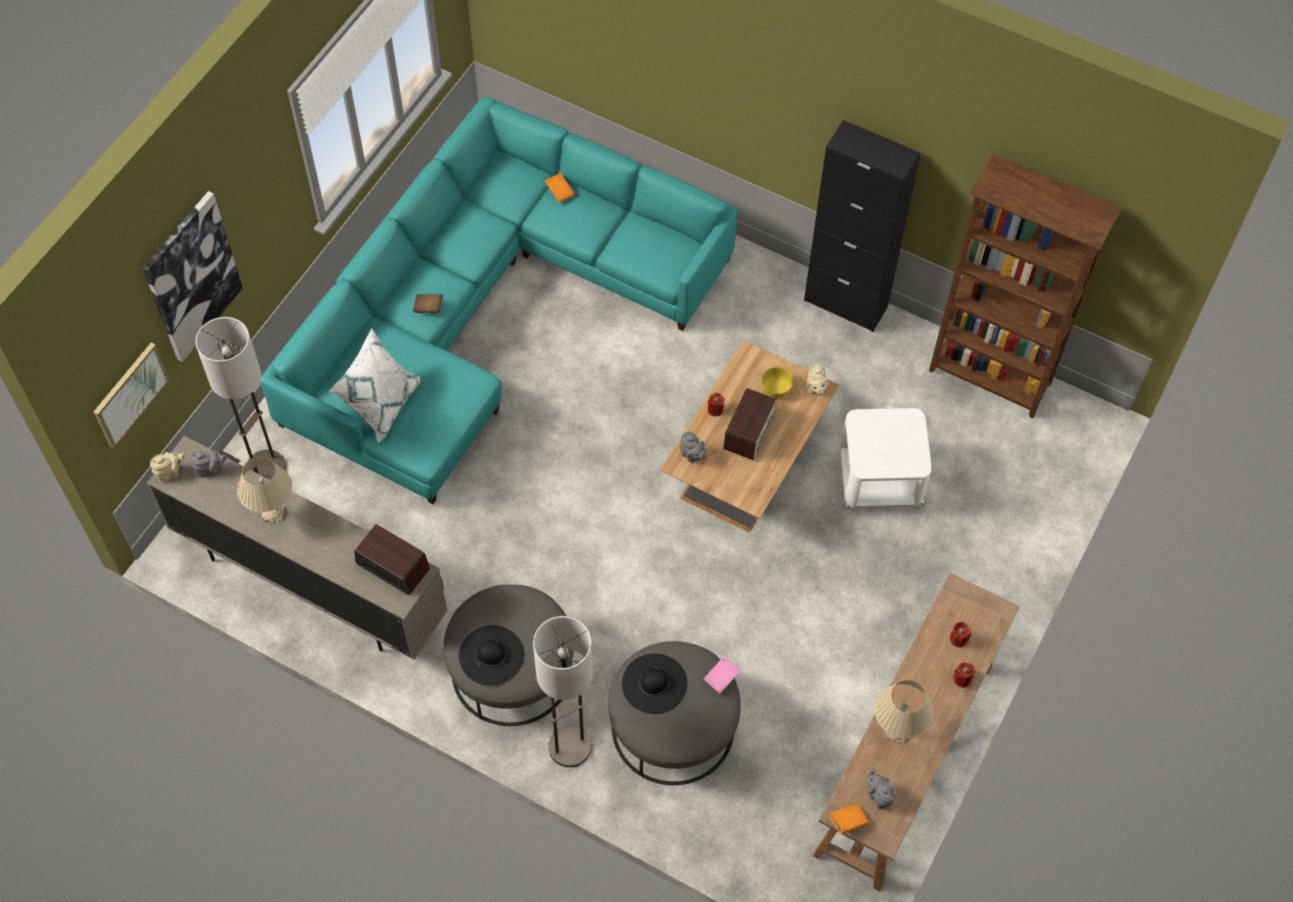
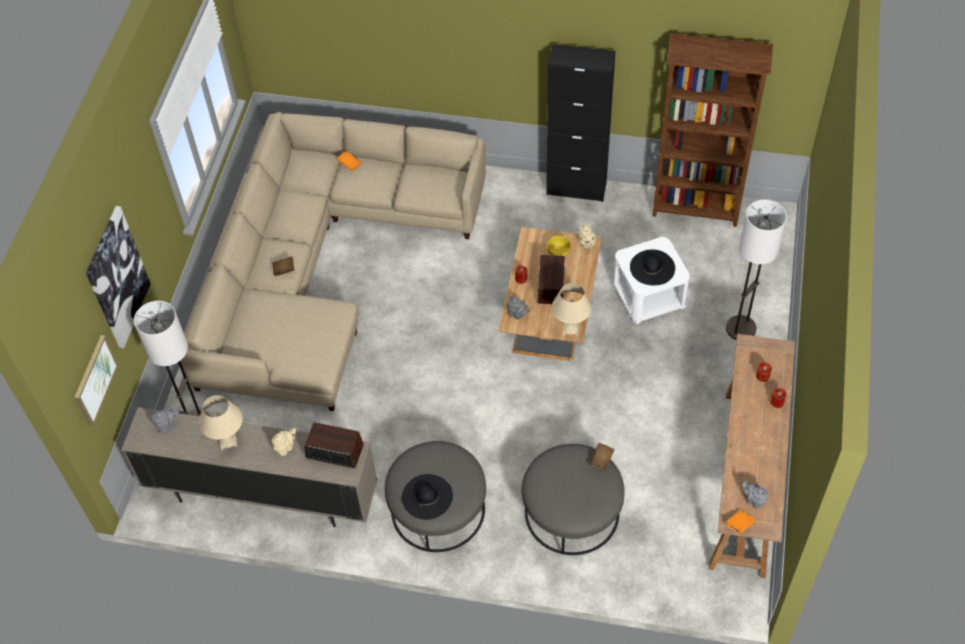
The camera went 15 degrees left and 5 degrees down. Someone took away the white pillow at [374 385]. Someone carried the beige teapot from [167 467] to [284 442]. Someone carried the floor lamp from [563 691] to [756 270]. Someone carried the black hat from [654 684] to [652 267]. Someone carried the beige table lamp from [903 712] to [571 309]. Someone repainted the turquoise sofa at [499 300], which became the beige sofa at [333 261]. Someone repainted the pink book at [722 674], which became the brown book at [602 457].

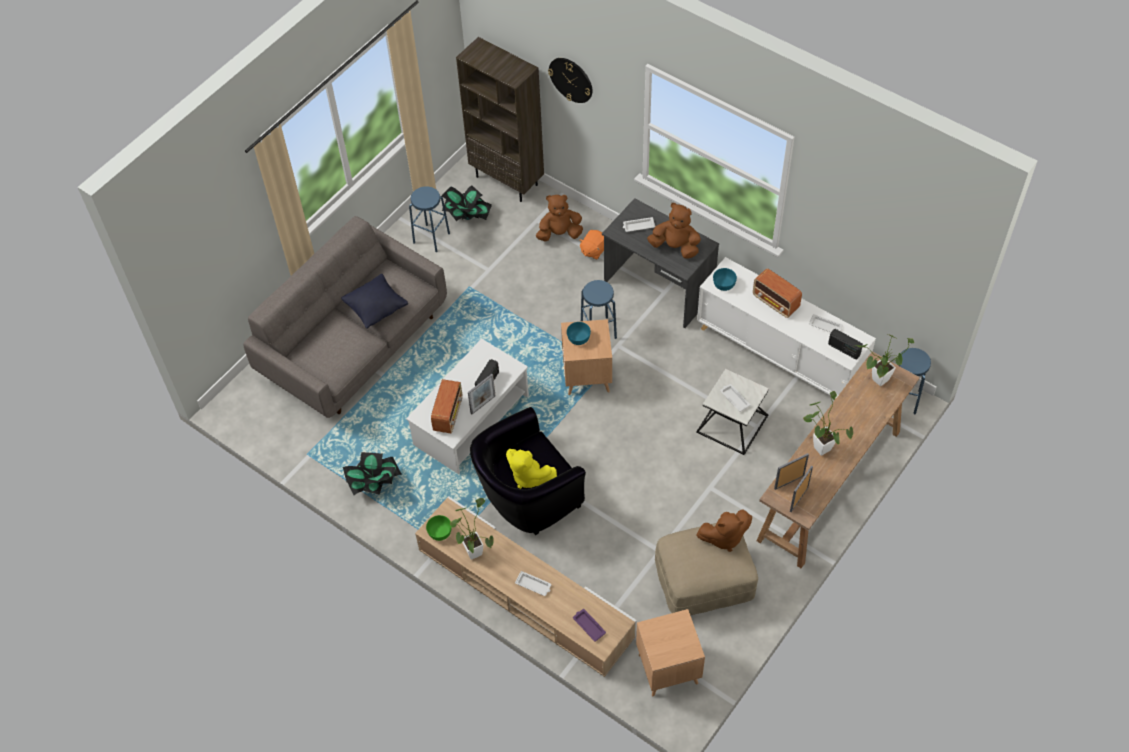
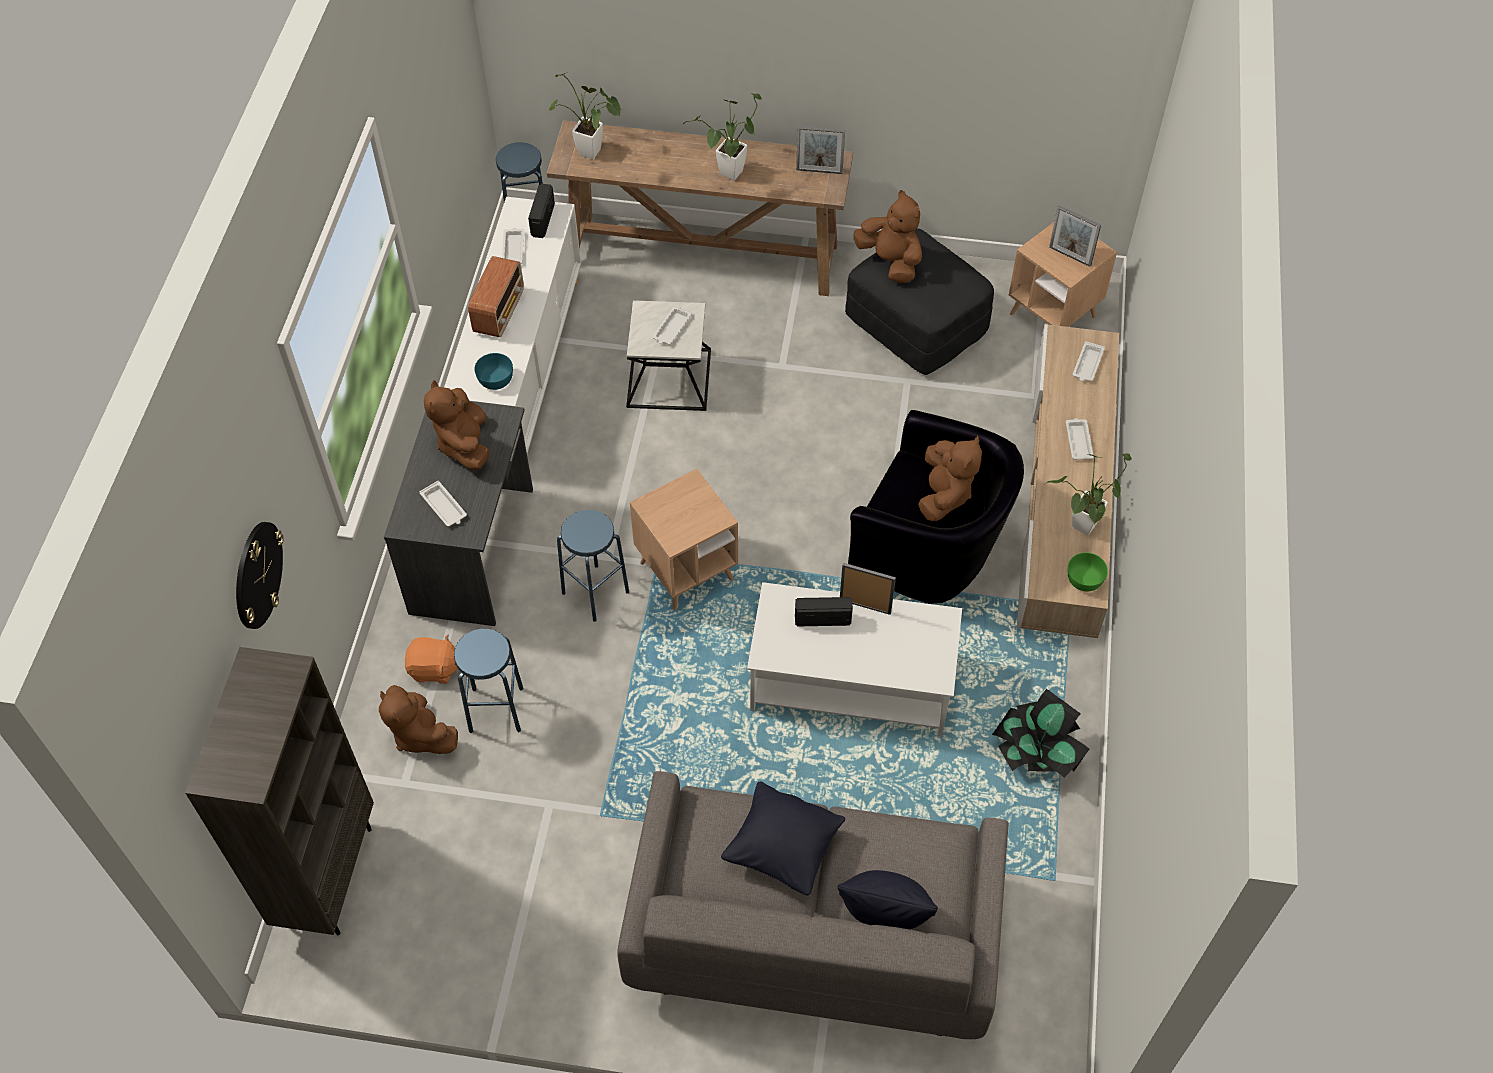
The camera went 120 degrees left and 0 degrees up. Someone took away the radio at [446 406]. Someone took away the potted plant at [467 203]. Someone took away the turquoise bowl at [579 333]. Someone put down the black pillow at [888 900]. Someone carried the blue stool from [429 219] to [488 681]. Someone carried the picture frame from [791 471] to [1075 236]. Someone repainted the yellow plush toy at [531 469], which became the brown plush toy at [950 478]. Someone repainted the purple tray at [589 625], which became the white tray at [1089 361]. Someone repainted the beige ottoman at [706 569], which became the black ottoman at [919 301].

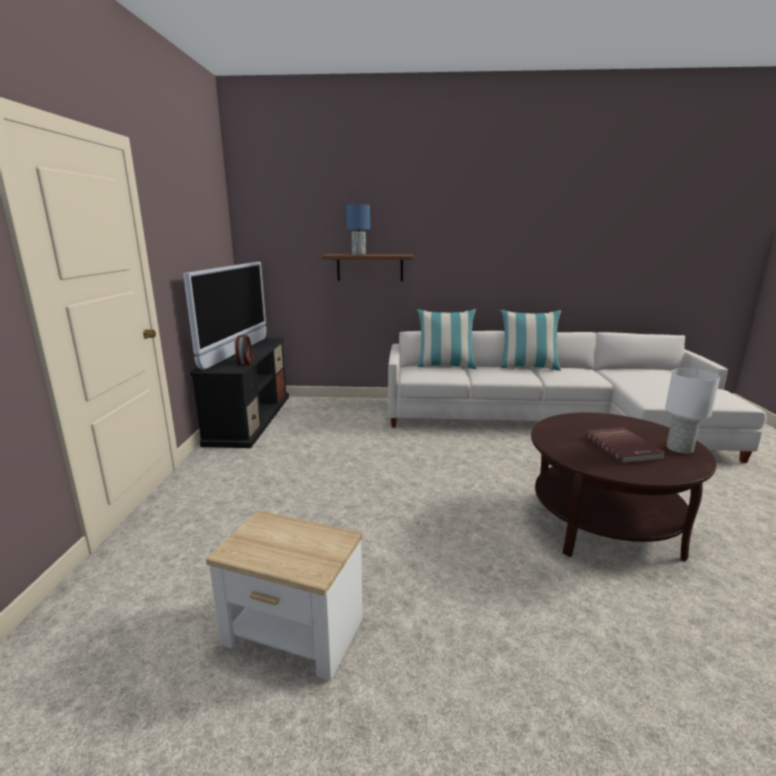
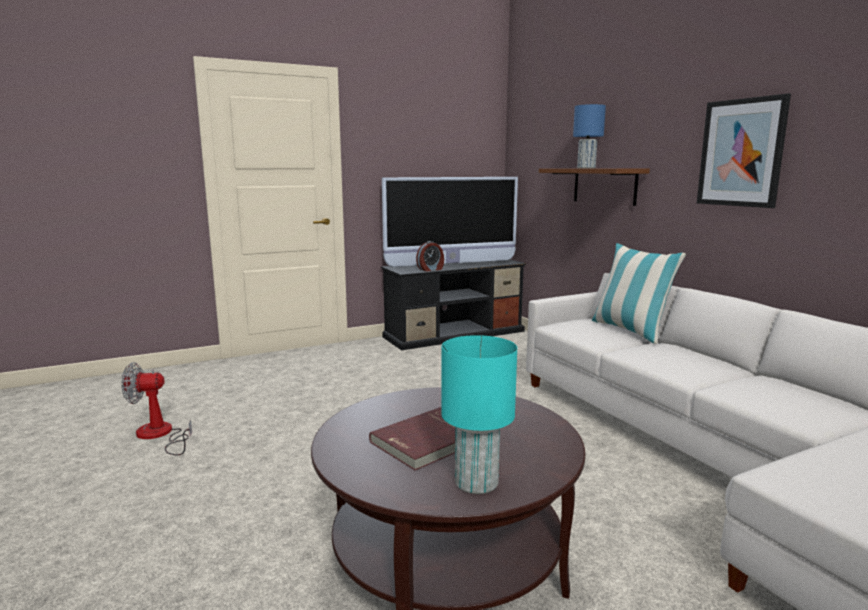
The camera went 60 degrees right and 5 degrees down. Someone took away the pillow at [530 340]. Someone put up the picture at [744 150]. Someone swapped the side table at [284 595] for the fan at [156 408]. Someone repainted the white table lamp at [692 411], which became the turquoise table lamp at [479 414].

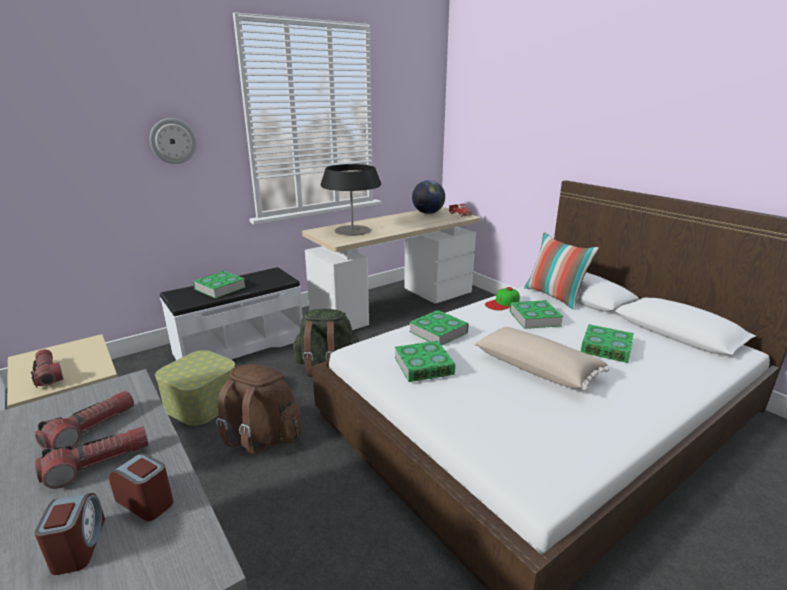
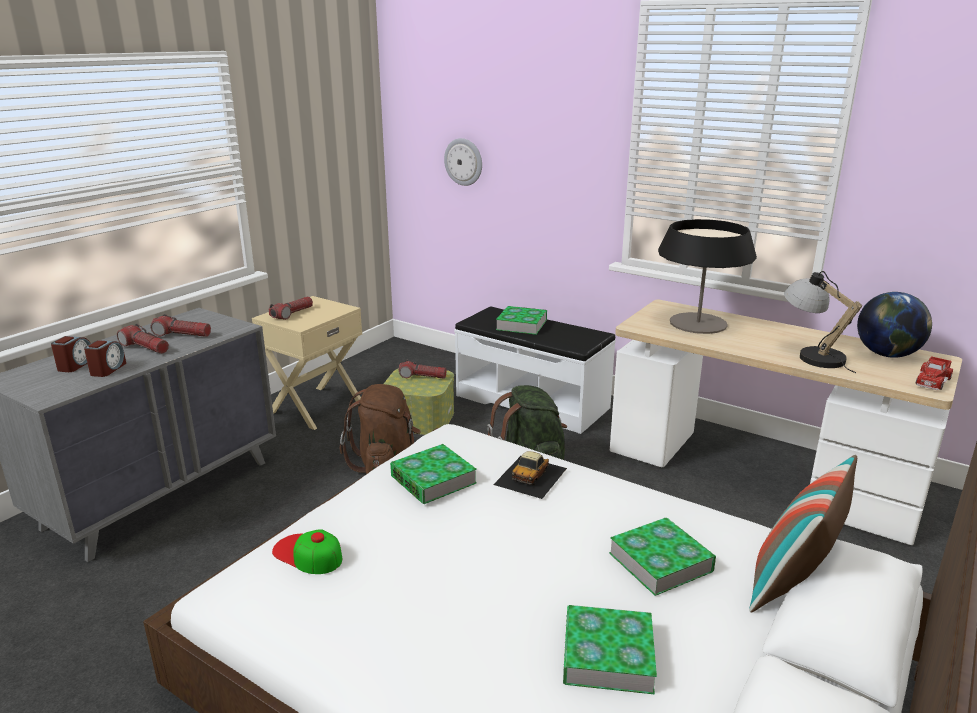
The camera went 70 degrees right and 0 degrees up. Someone took away the beige pillow at [541 359]. Someone put down the flashlight at [423 369]. Someone put down the table lamp at [823 322]. Someone carried the wall clock from [173 141] to [463 162]. Someone carried the cap from [502 299] to [307 551]. Someone swapped the book at [439 328] for the toy car at [530 475]. Someone rotated the alarm clock at [69 534] by 45 degrees counterclockwise.

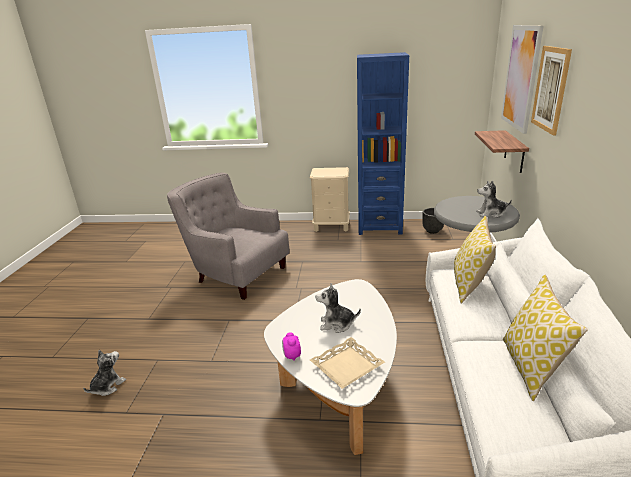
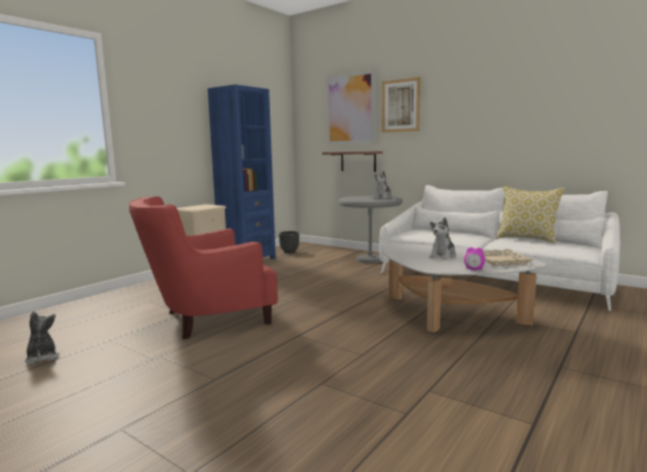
The camera went 60 degrees left and 15 degrees down. Someone took away the pillow at [475 260]. Someone carried the plush toy from [104 373] to [42 337]. Someone repainted the grey armchair at [228 236], which became the red armchair at [203 267].

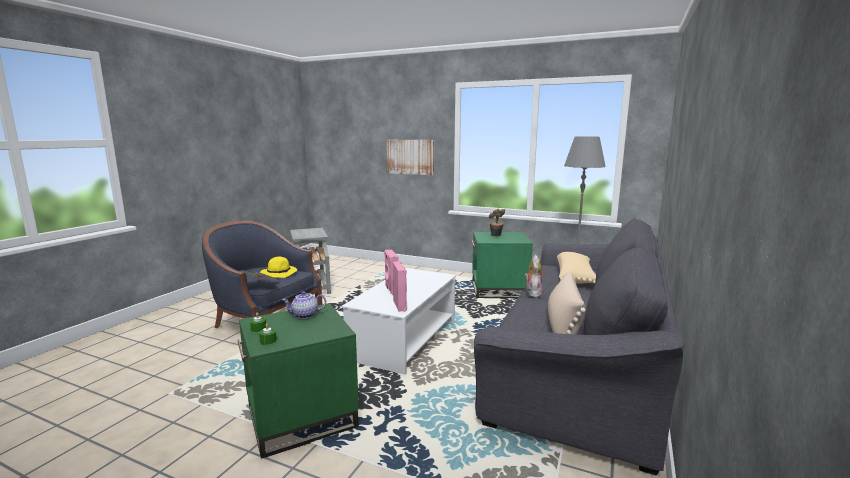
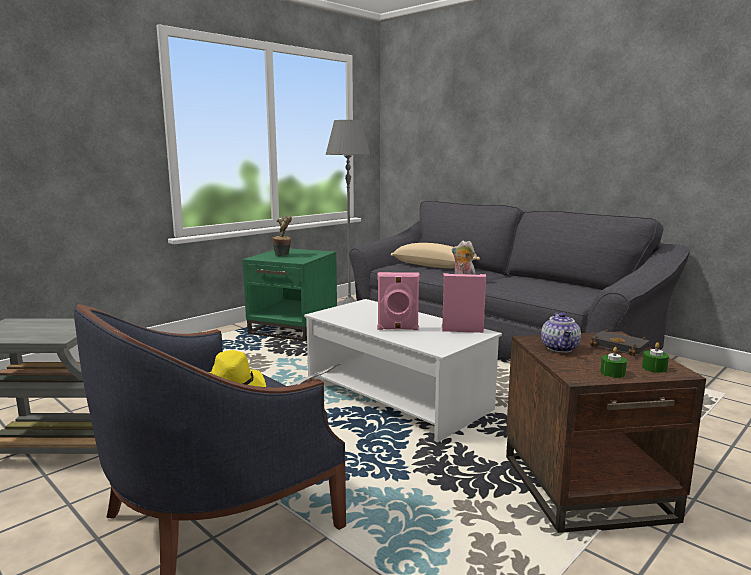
The camera went 70 degrees left and 0 degrees up. Someone took away the picture at [410 157]. Someone took away the beige pillow at [567 303]. Someone put down the black book at [620 342]. Someone repainted the green side table at [298 381], which became the brown side table at [606 432].

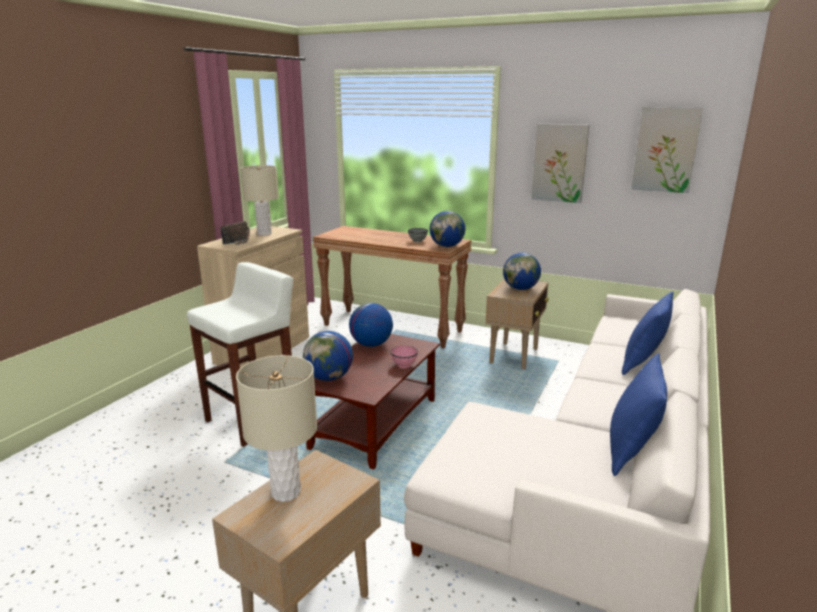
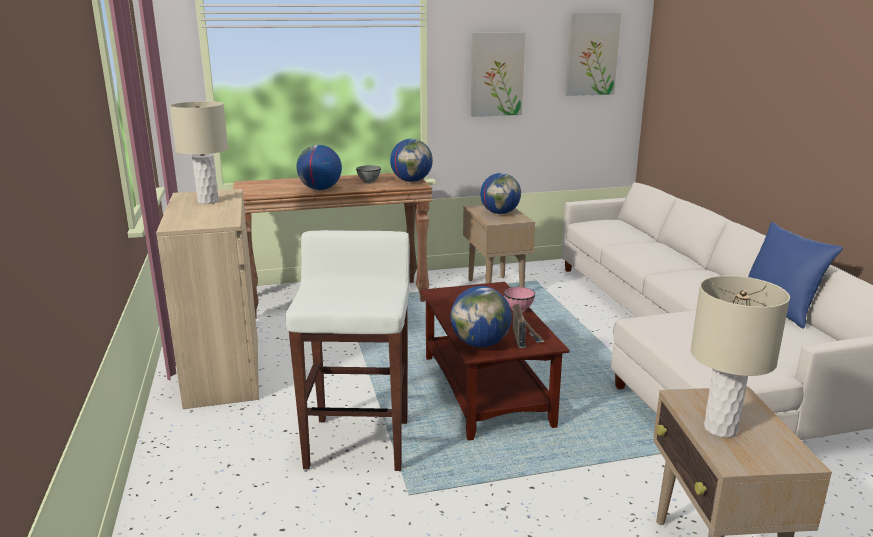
The camera went 40 degrees left and 0 degrees up. Someone took away the blue pillow at [648 333]. Someone carried the radio from [235 233] to [528 326]. Someone carried the globe from [371 325] to [319 167].

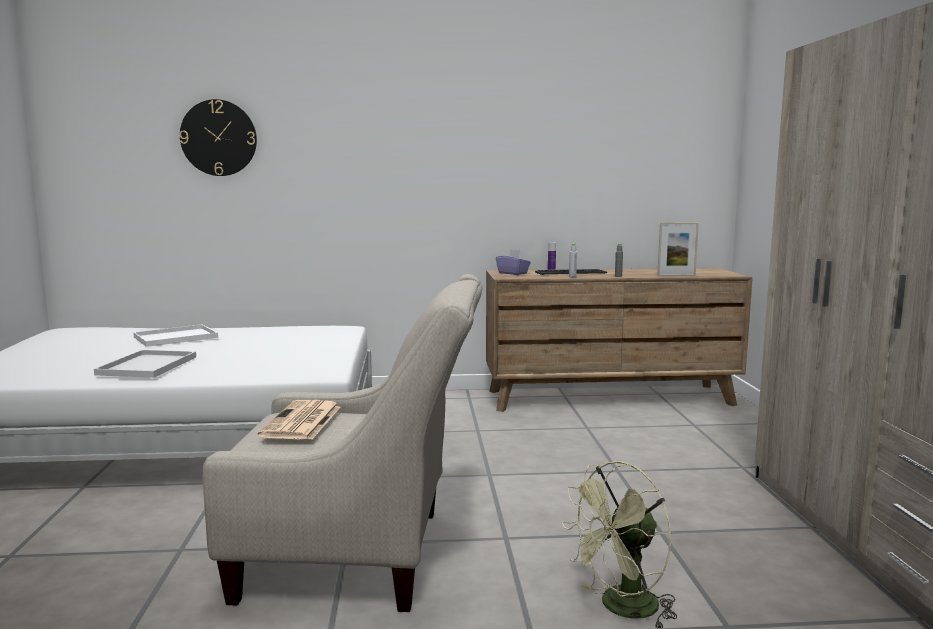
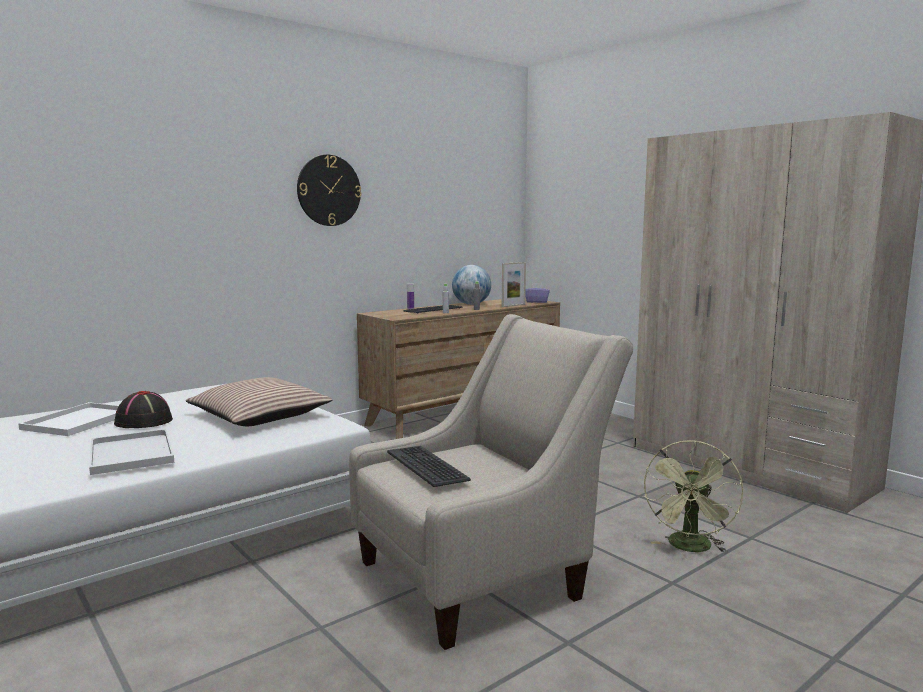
The camera went 35 degrees left and 0 degrees up. Someone put down the black hat at [143 409]. Someone put down the pillow at [259 401]. Someone put down the globe at [471 285]. Someone carried the wall clock from [218 137] to [329 190]. Someone carried the purple tissue box from [513 262] to [537 293]. Someone swapped the newspaper at [299 420] for the keyboard at [429 466].

